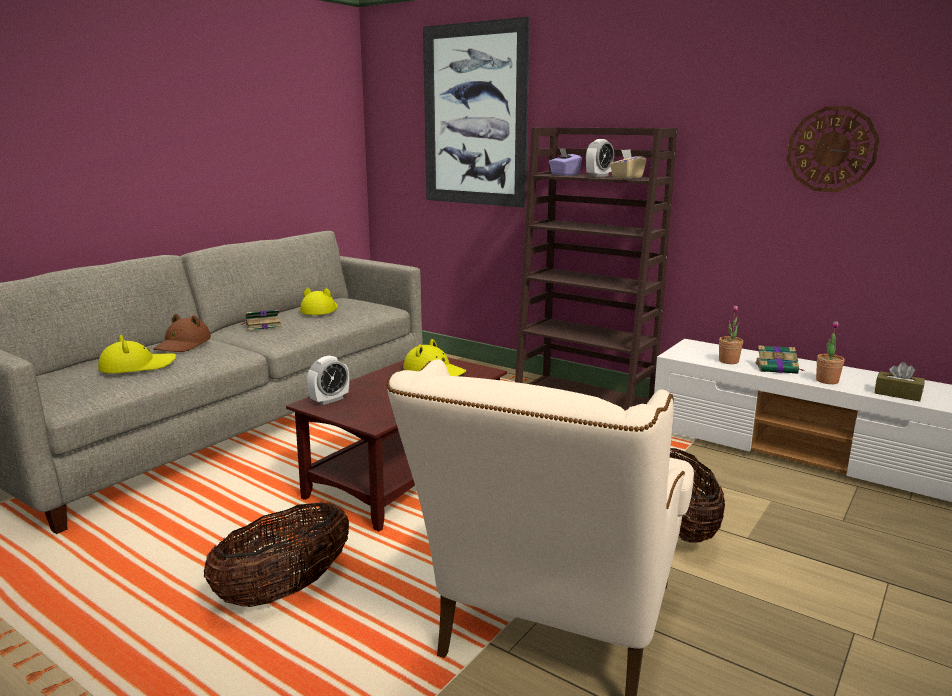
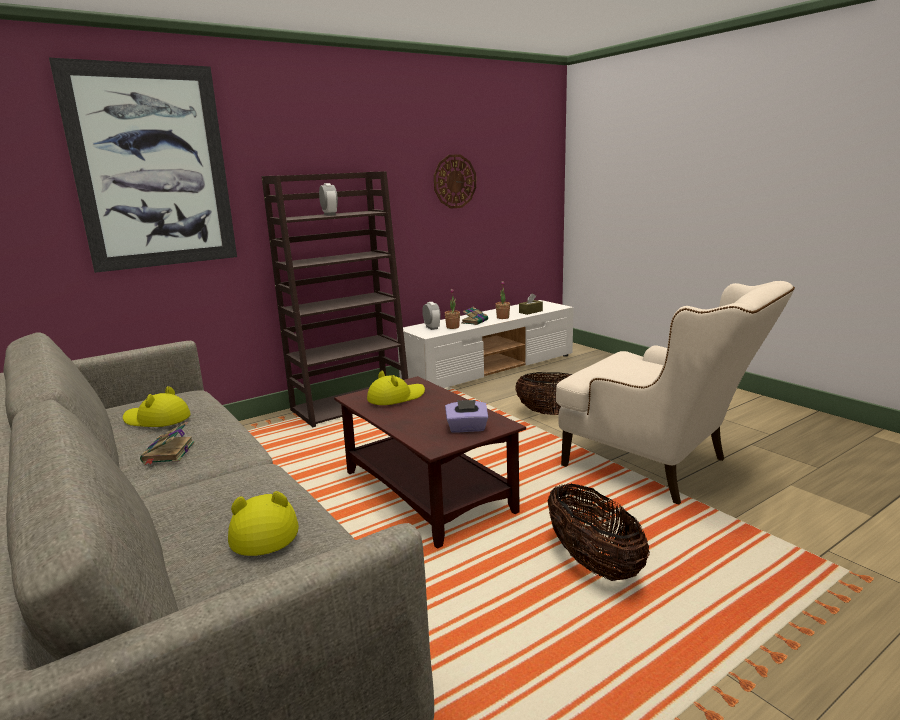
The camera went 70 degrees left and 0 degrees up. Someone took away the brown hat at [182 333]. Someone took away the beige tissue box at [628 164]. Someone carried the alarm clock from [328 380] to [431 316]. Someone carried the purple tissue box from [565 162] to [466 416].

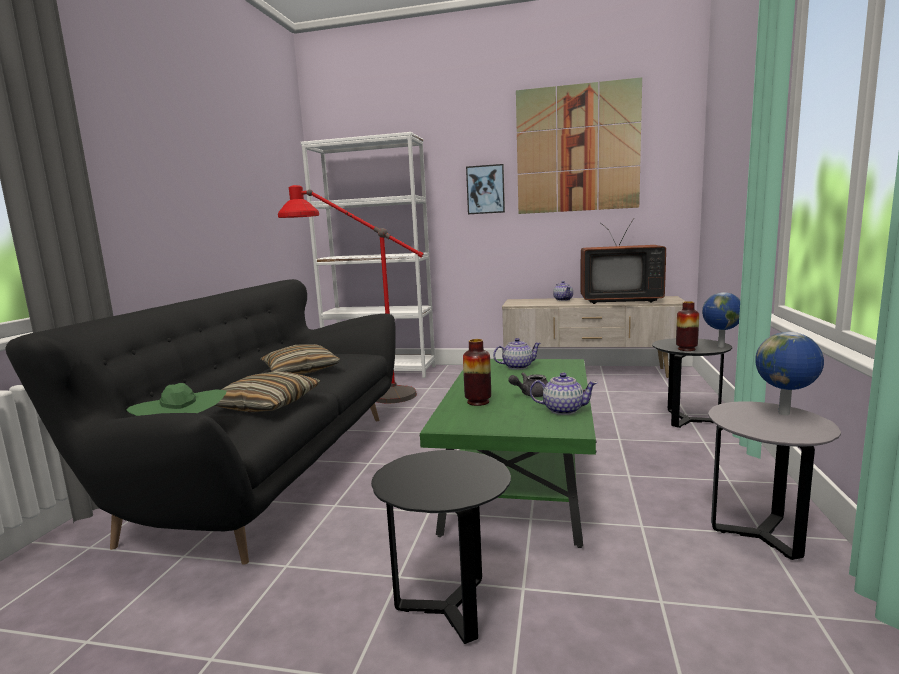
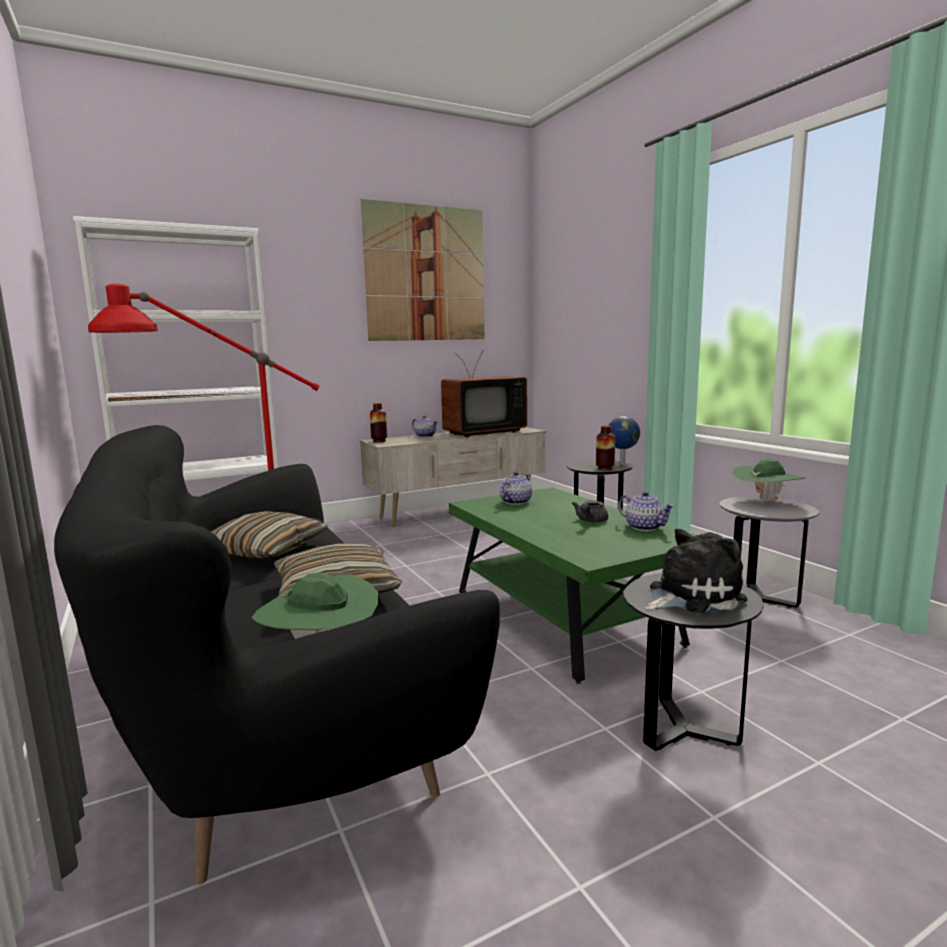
The camera went 40 degrees left and 0 degrees up. Someone took away the picture at [485 189]. Someone put down the plush toy at [695 570]. Someone carried the vase from [477 372] to [378 422]. Someone swapped the globe at [789 373] for the green hat at [769 481]. Someone rotated the teapot at [563 394] by 75 degrees clockwise.

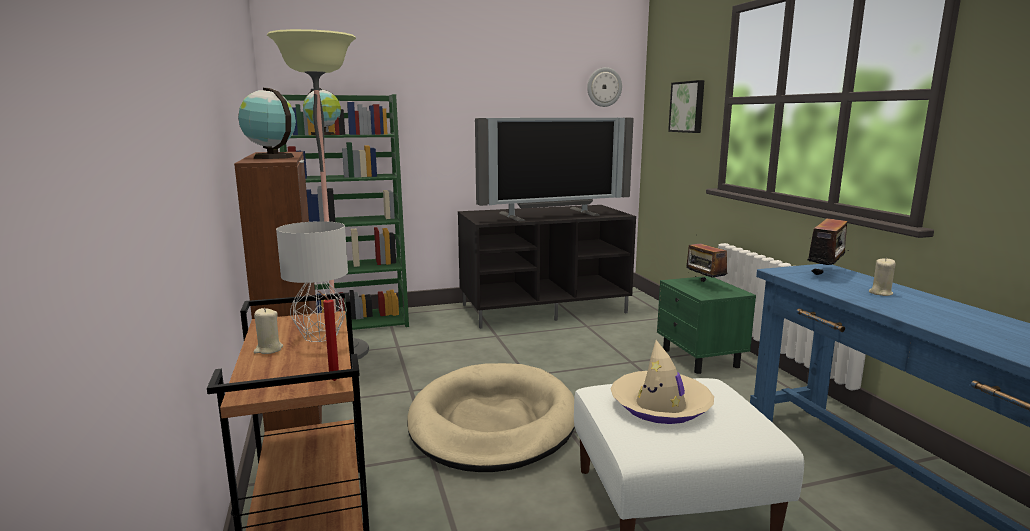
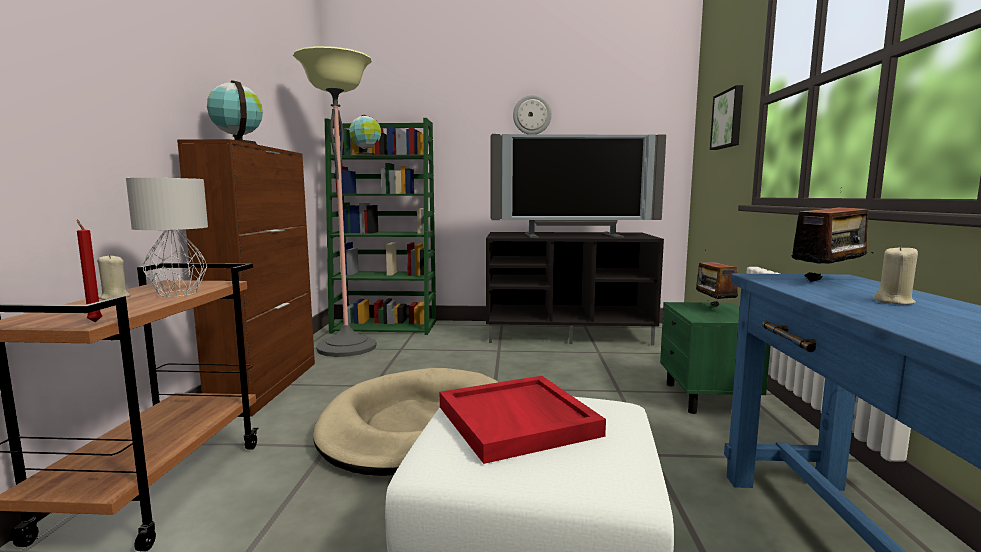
The camera went 20 degrees right and 5 degrees down. Someone carried the wall clock from [604 87] to [532 114]. Someone swapped the beige hat at [662 382] for the red tray at [523 420].

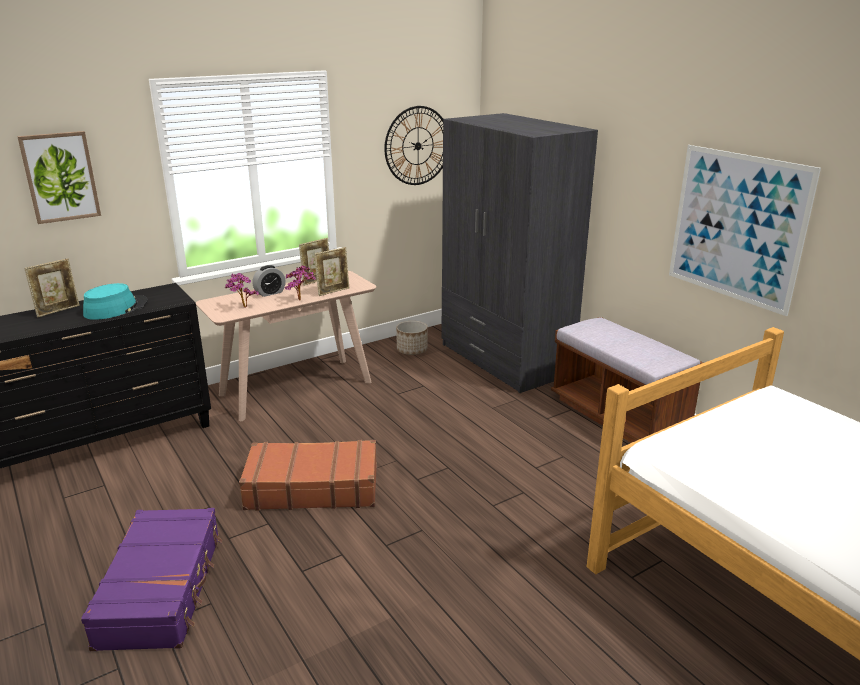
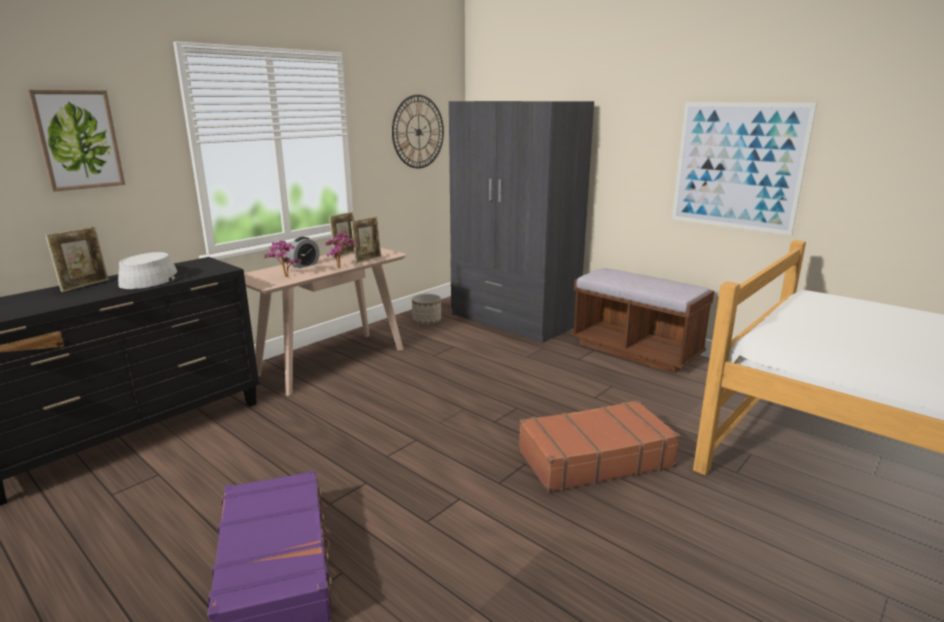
The camera went 15 degrees left and 5 degrees down. Someone carried the brown suitcase from [308 475] to [599 446]. Someone repainted the turquoise hat at [115 301], which became the grey hat at [153 270].

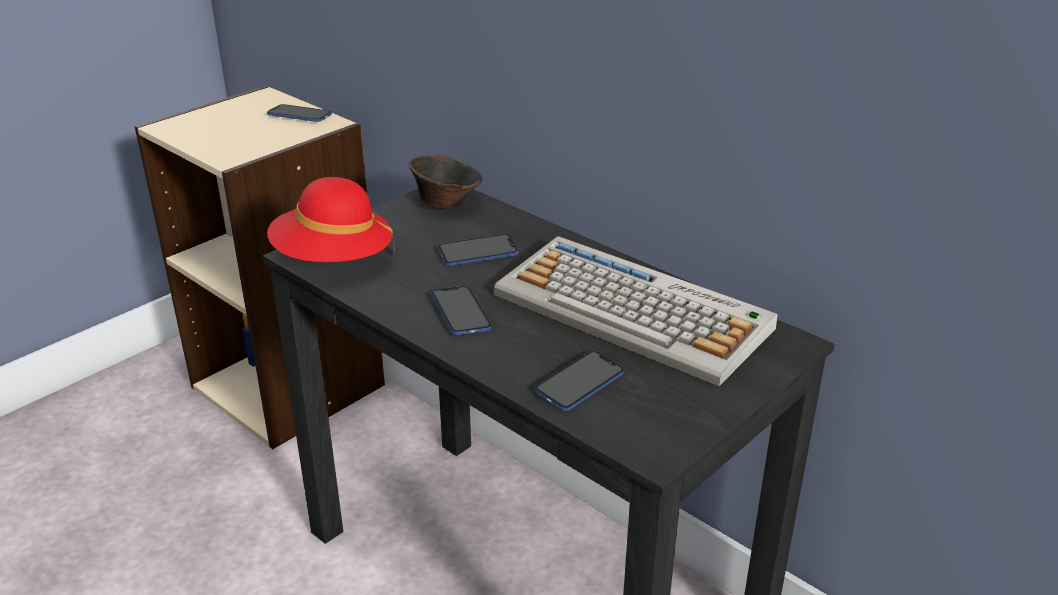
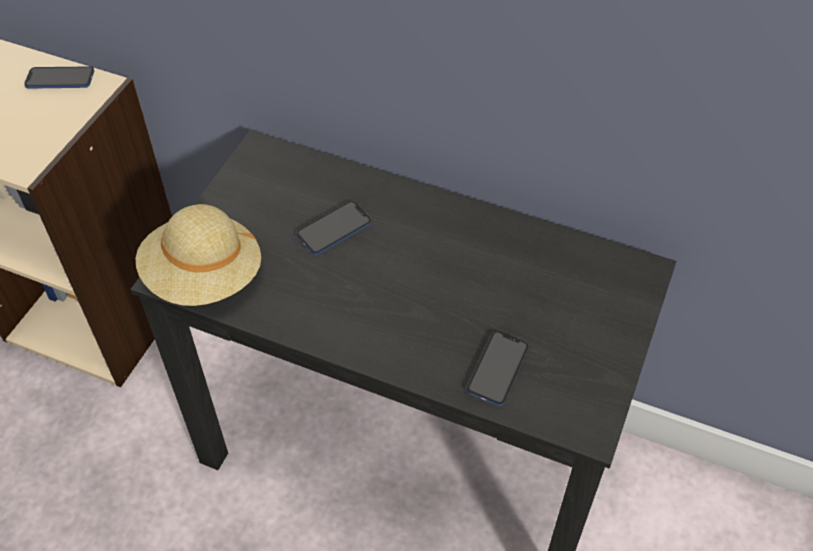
The camera went 20 degrees left and 20 degrees up. Someone took away the brown bowl at [445 181]. Someone took away the phone at [461 310]. Someone took away the keyboard at [636 311]. Someone repainted the red hat at [331 219], which became the beige hat at [198 255].

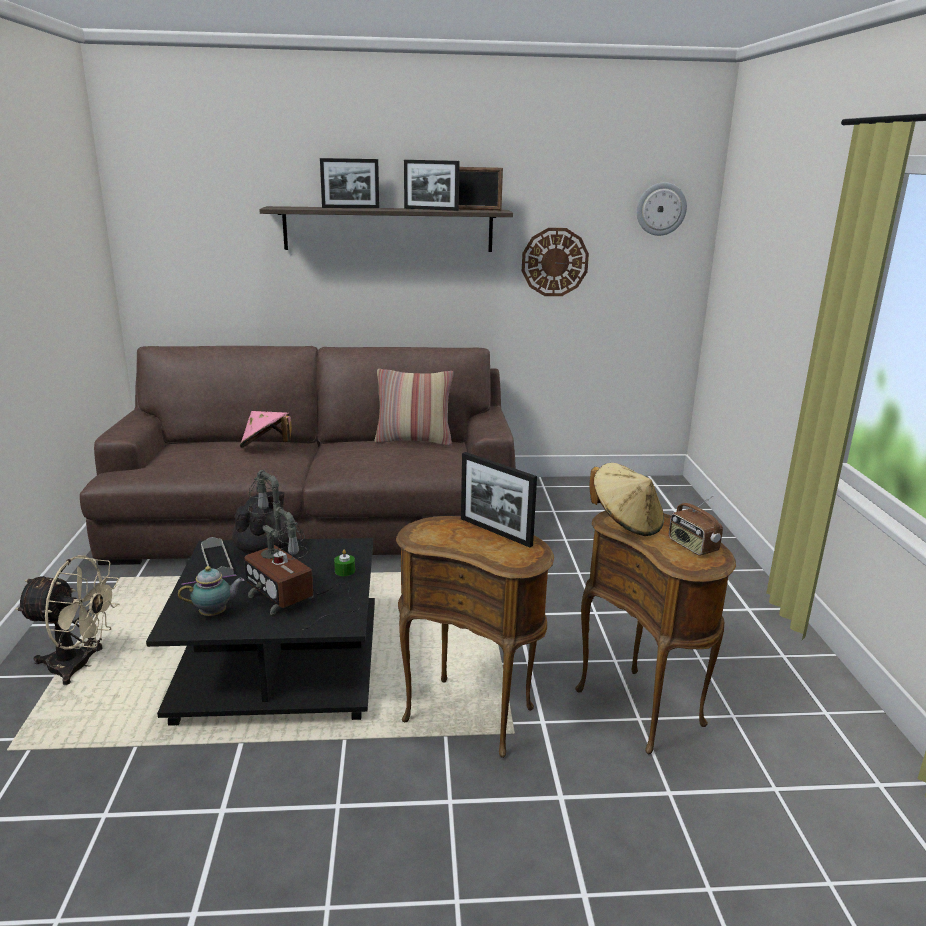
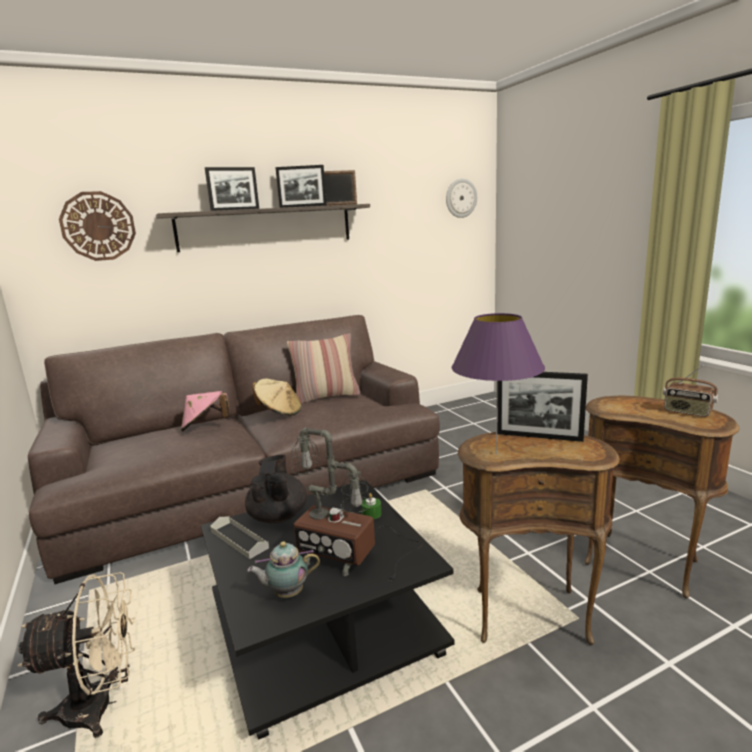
The camera went 20 degrees left and 5 degrees down. Someone put down the purple table lamp at [498 383]. Someone carried the wall clock from [555 262] to [97 226]. Someone carried the beige hat from [626 499] to [276 397]. Someone rotated the teapot at [211 591] by 150 degrees counterclockwise.

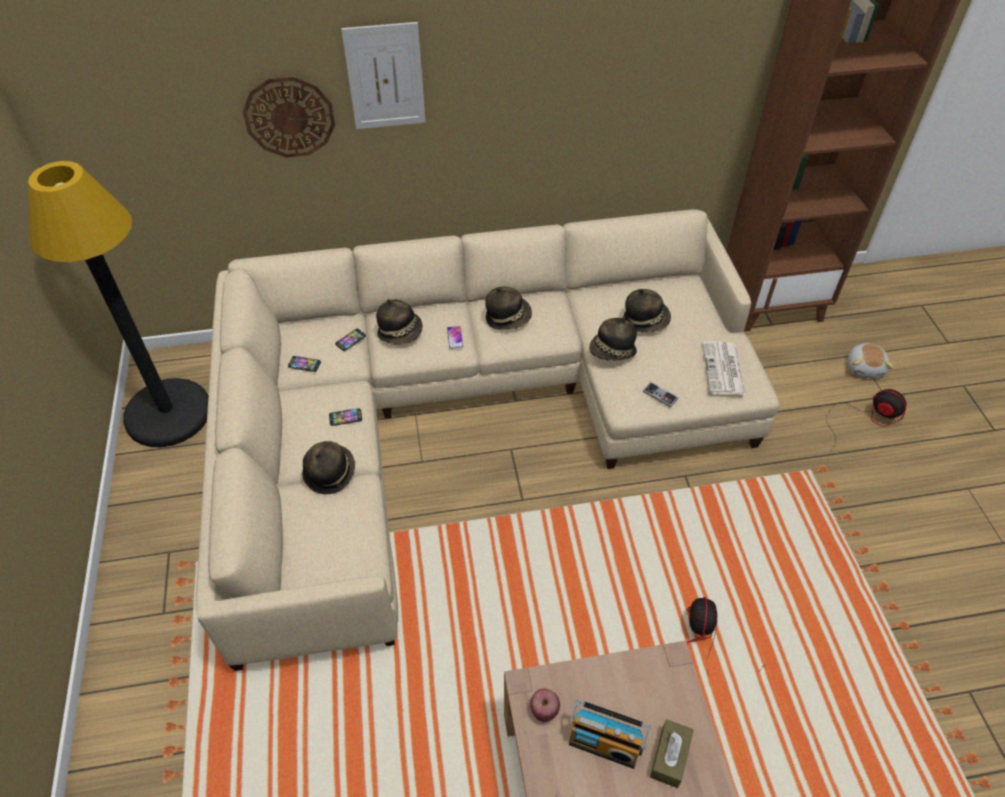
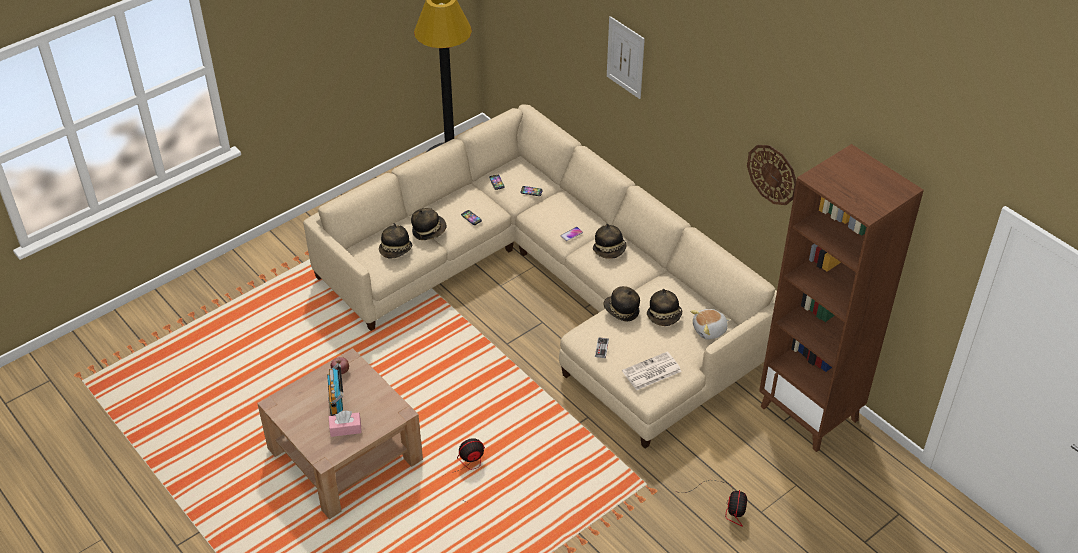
The camera went 60 degrees right and 5 degrees down. Someone carried the wall clock from [289 117] to [771 175]. Someone carried the hat from [399 322] to [395 241]. Someone carried the plush toy from [871 360] to [710 324]. Someone repainted the brown tissue box at [672 754], which became the pink tissue box at [345 424].

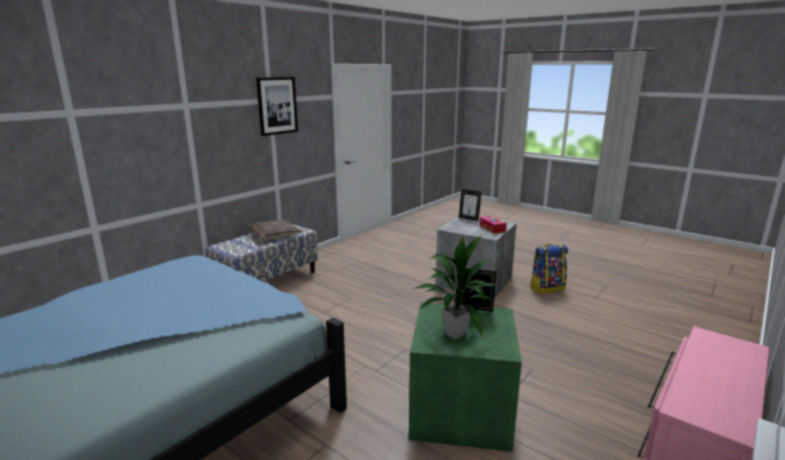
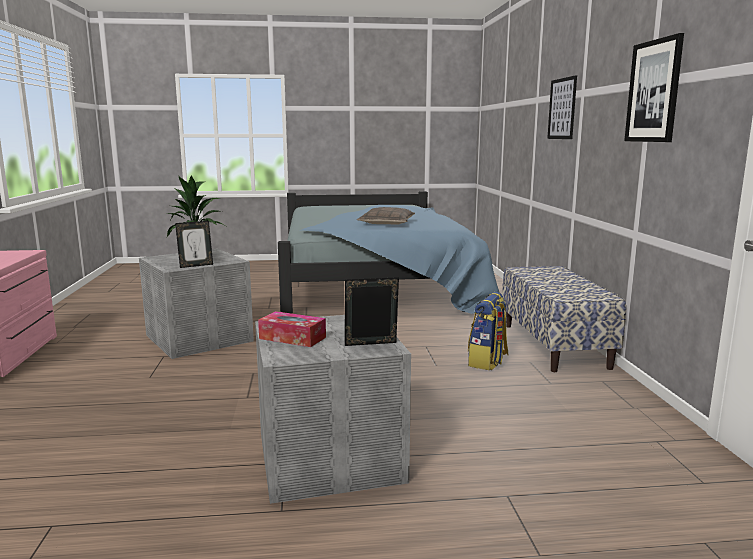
The camera went 135 degrees right and 5 degrees down. Someone put up the picture at [562 107]. Someone carried the pillow from [275 230] to [386 216]. Someone carried the backpack from [549 269] to [488 331]. Someone repainted the green storage box at [465 377], which became the grey storage box at [196 304].

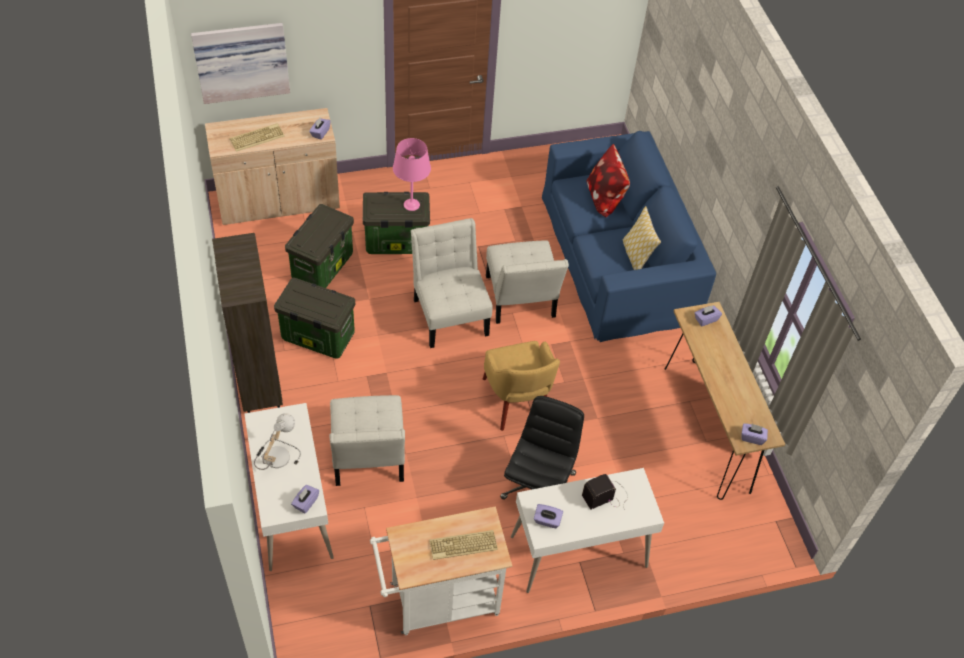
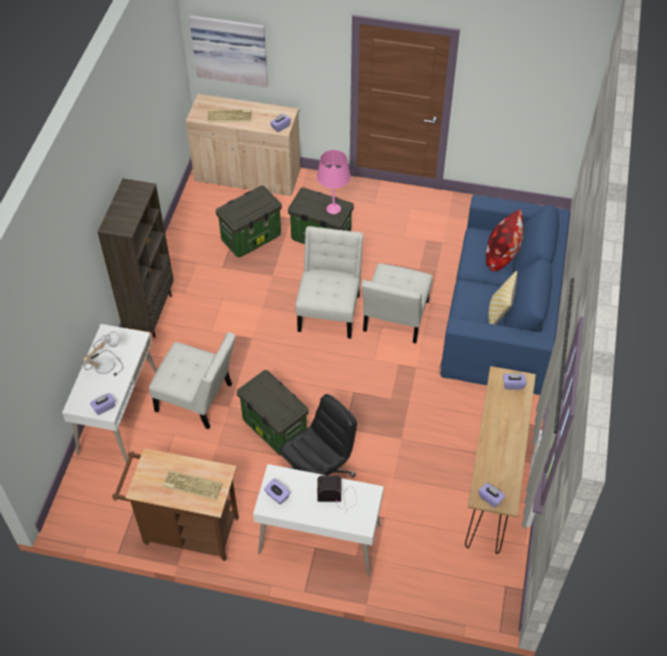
The camera went 30 degrees right and 0 degrees up. Someone took away the yellow armchair at [521 386]. Someone carried the storage box from [314 318] to [273 412]. Someone repainted the white cart at [441 571], which became the brown cart at [175 504]. Someone rotated the white chair at [367 440] by 90 degrees counterclockwise.

